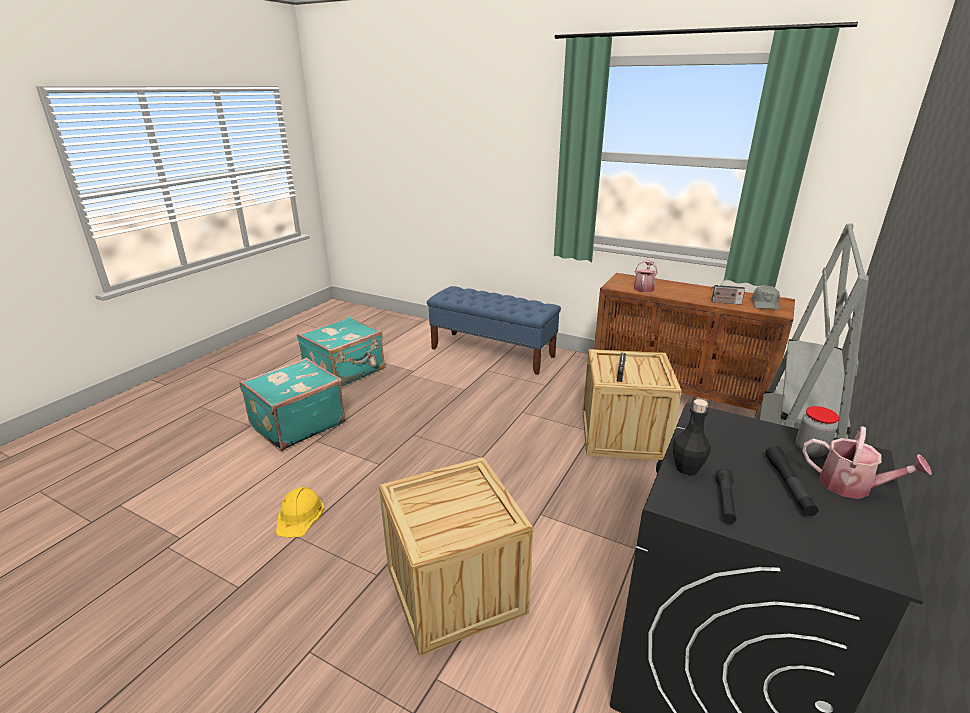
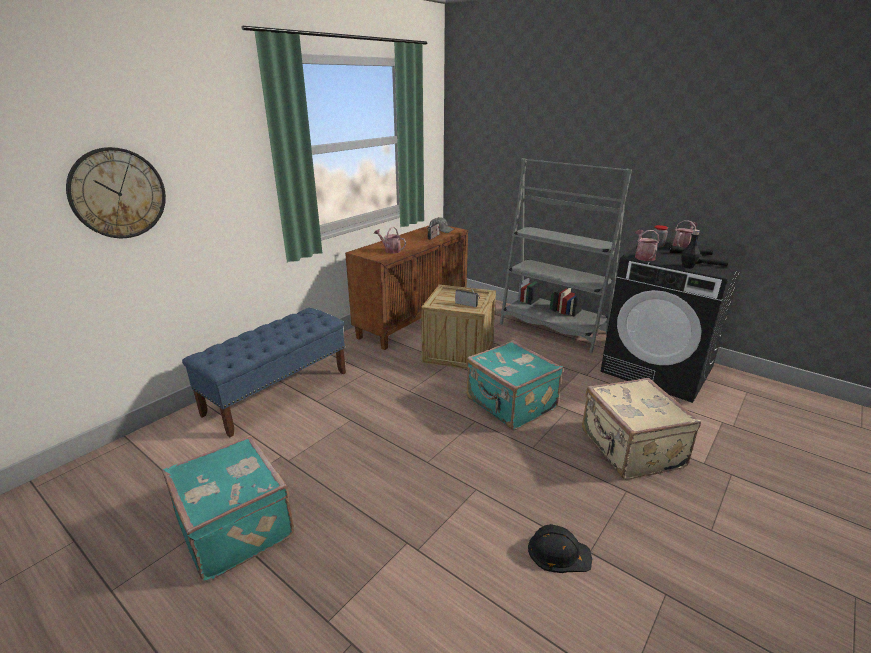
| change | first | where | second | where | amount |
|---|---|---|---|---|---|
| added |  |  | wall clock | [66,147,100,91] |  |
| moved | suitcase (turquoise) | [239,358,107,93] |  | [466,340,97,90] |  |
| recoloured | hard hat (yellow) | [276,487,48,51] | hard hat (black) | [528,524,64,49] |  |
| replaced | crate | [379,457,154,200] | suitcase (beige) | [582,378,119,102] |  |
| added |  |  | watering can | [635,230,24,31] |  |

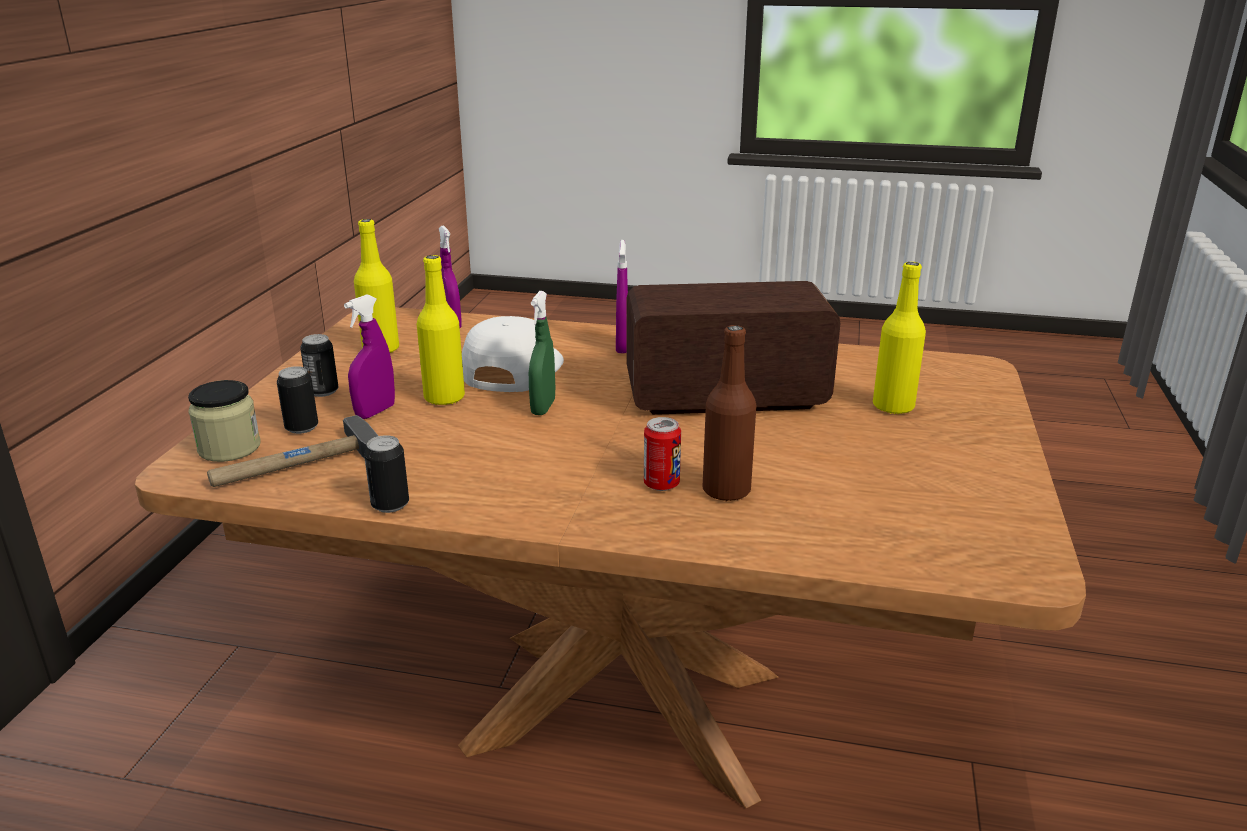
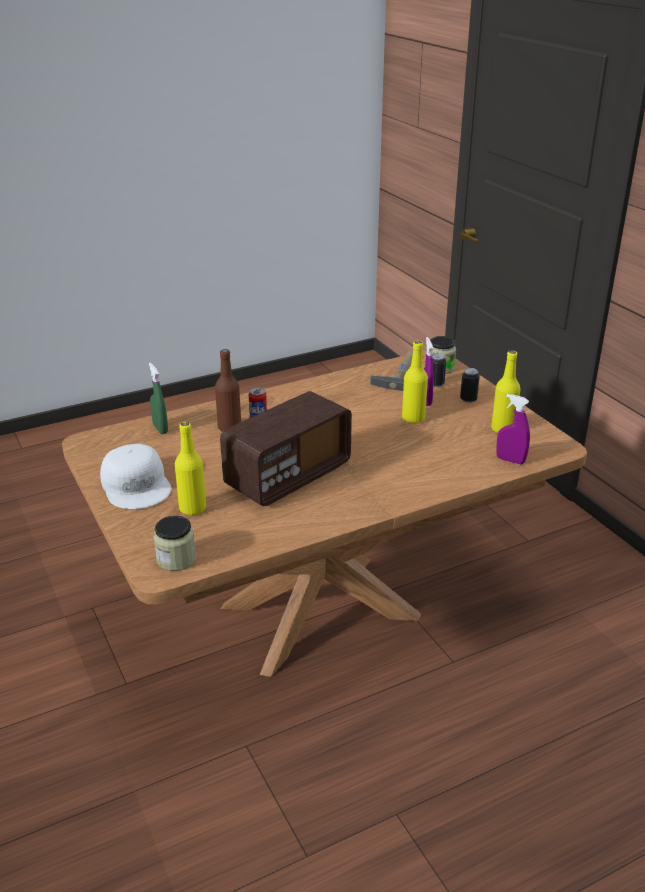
| change | first | where | second | where | amount |
|---|---|---|---|---|---|
| moved | cap (white) | [462,316,102,76] |  | [100,444,71,65] |  |
| moved | spray bottle (green) | [529,291,26,124] |  | [149,363,19,71] |  |
| added |  |  | jar | [153,516,43,55] |  |
| removed | can | [364,435,45,78] |  |  |  |
| removed | spray bottle (purple) | [616,240,12,113] |  |  |  |

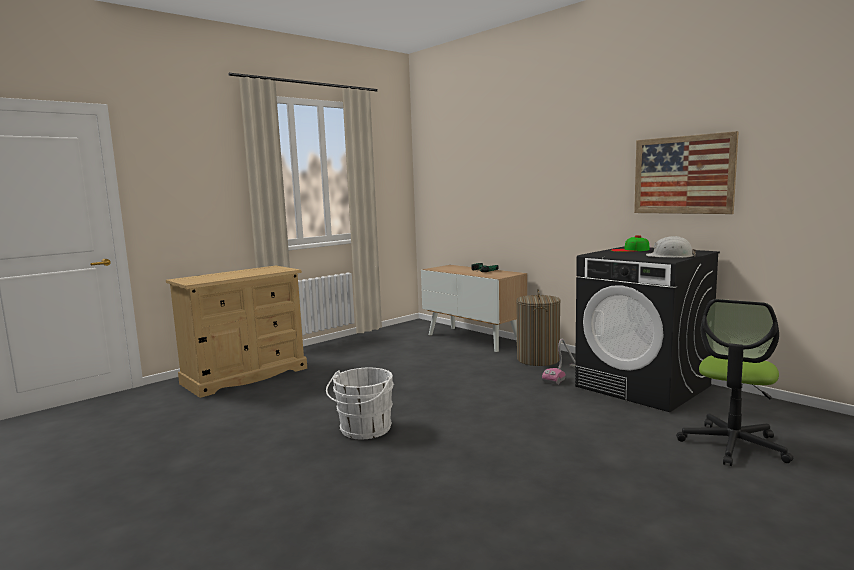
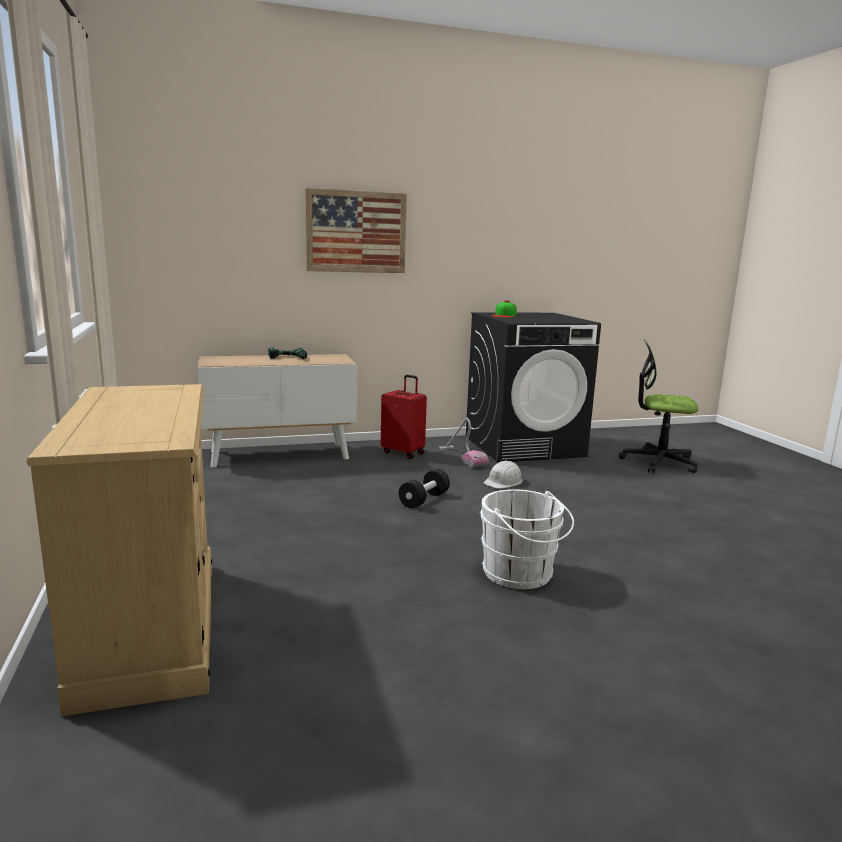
| change | first | where | second | where | amount |
|---|---|---|---|---|---|
| moved | picture | [634,131,105,83] |  | [305,188,102,85] |  |
| replaced | laundry basket | [516,289,45,77] | suitcase (red) | [381,375,46,84] |  |
| added |  |  | dumbbell (black) | [399,469,51,40] |  |
| moved | hard hat (white) | [646,236,50,22] |  | [484,460,39,29] |  |
| turned | office chair | [676,299,117,167] |  | [619,339,79,134] | 135 degrees clockwise |

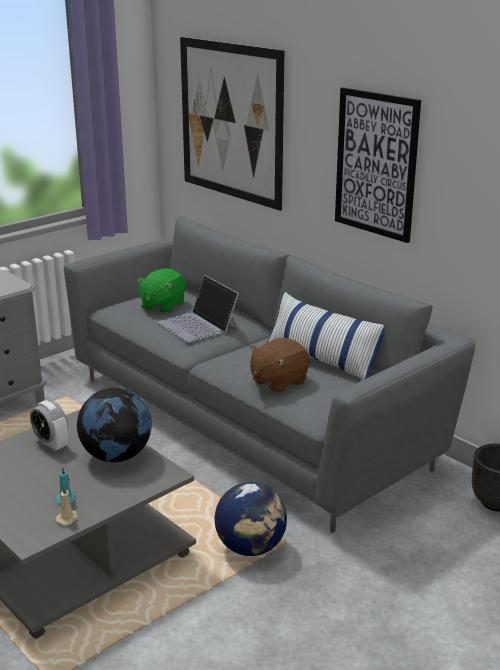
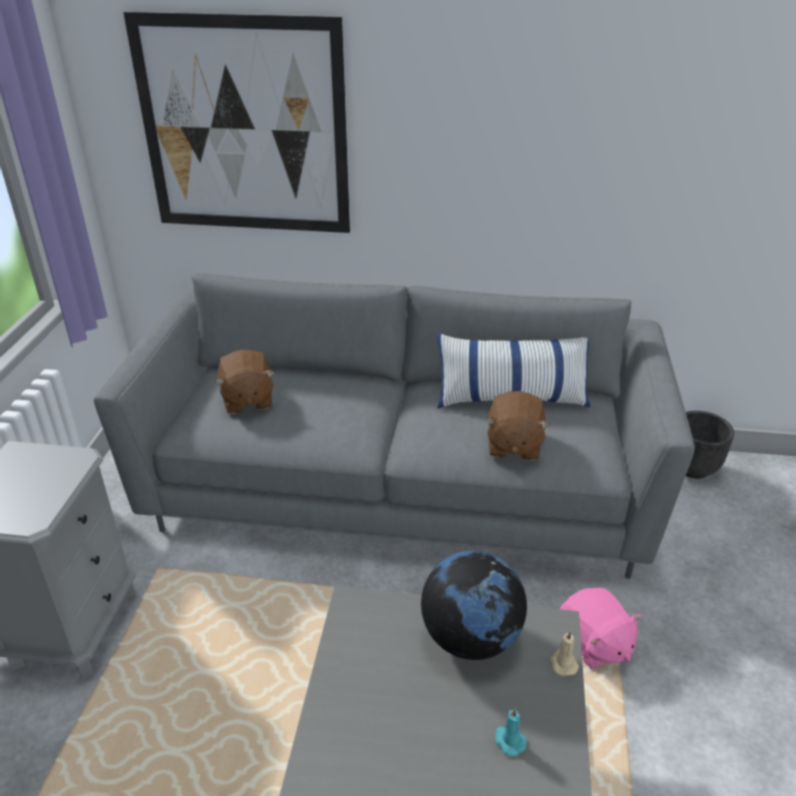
| change | first | where | second | where | amount |
|---|---|---|---|---|---|
| recoloured | plush toy (green) | [136,268,50,45] | plush toy (brown) | [215,350,60,64] |  |
| moved | candle (beige) | [56,486,22,40] |  | [550,631,29,45] |  |
| replaced | globe | [215,482,72,74] | plush toy (pink) | [560,588,82,81] |  |
| removed | alarm clock | [30,400,38,52] |  |  |  |
| removed | laptop | [158,275,81,68] |  |  |  |
| removed | picture | [335,87,86,156] |  |  |  |

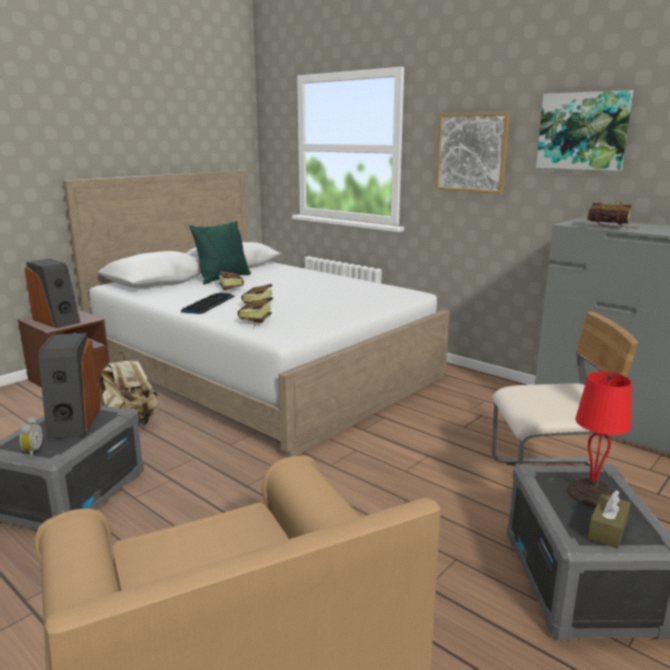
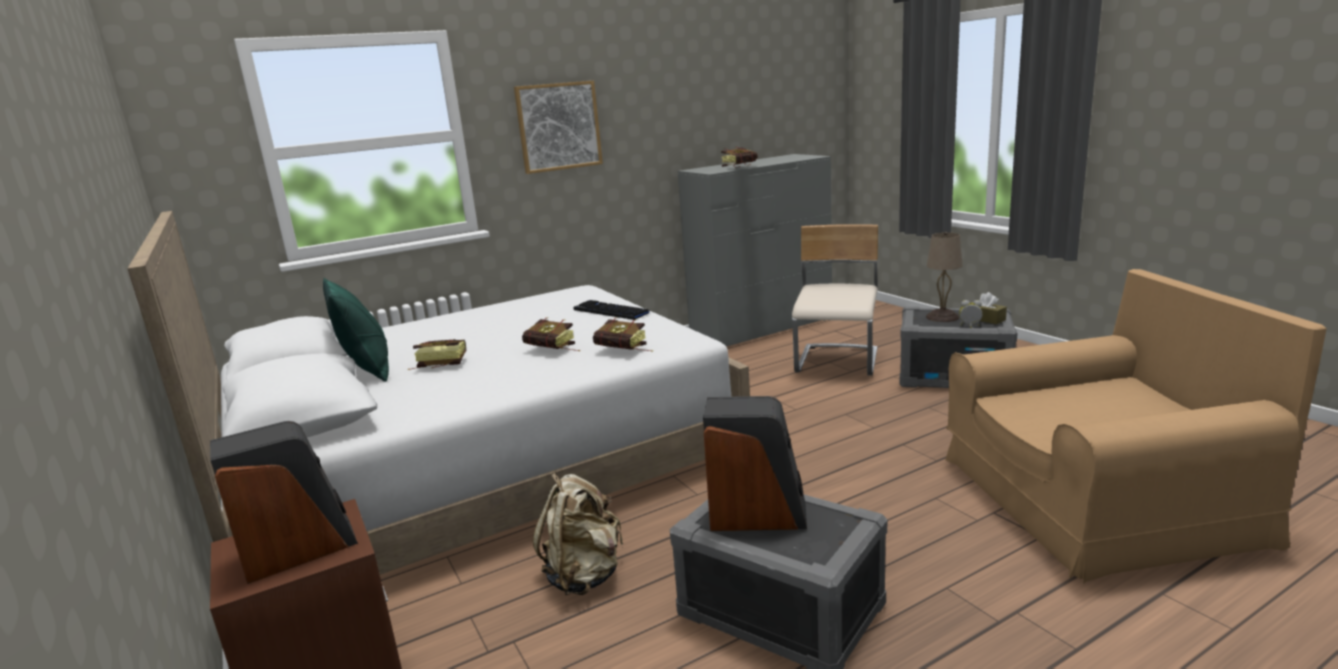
| change | first | where | second | where | amount |
|---|---|---|---|---|---|
| moved | keyboard | [181,293,54,21] |  | [574,300,75,20] |  |
| recoloured | table lamp (red) | [567,372,65,135] | table lamp (beige) | [926,232,37,90] |  |
| moved | alarm clock | [19,417,24,40] |  | [959,300,24,28] |  |
| removed | picture | [536,90,98,81] |  |  |  |

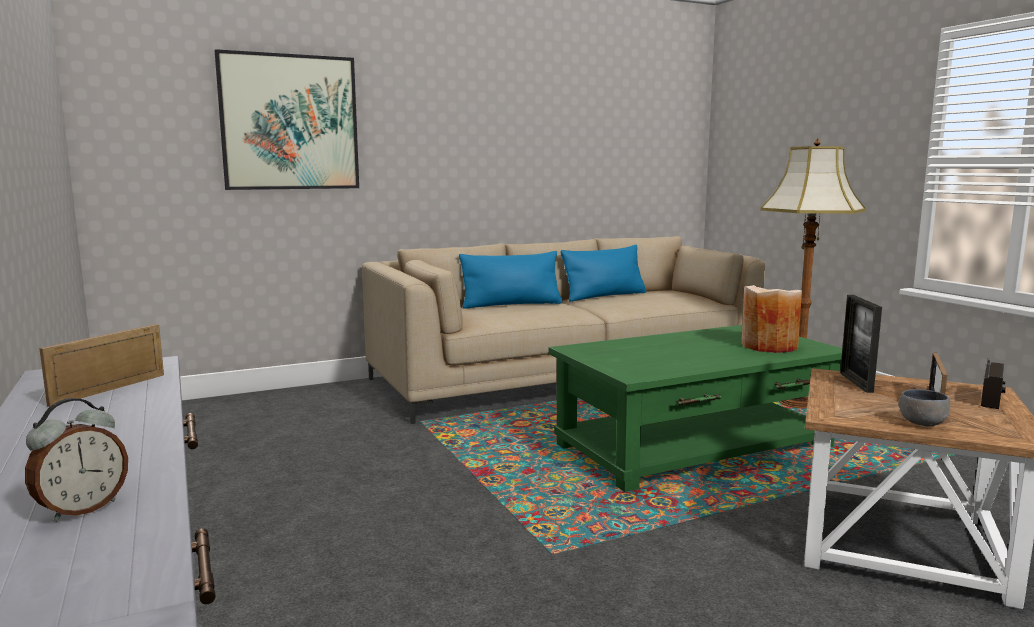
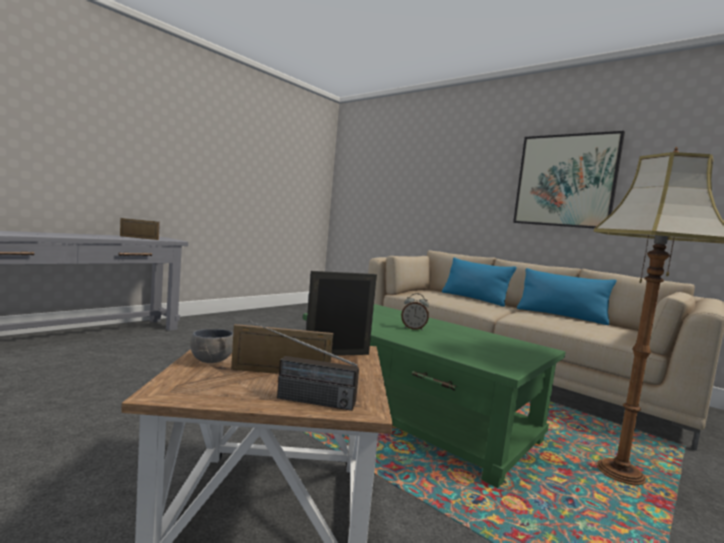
| change | first | where | second | where | amount |
|---|---|---|---|---|---|
| moved | alarm clock | [25,398,103,124] |  | [401,293,28,37] |  |
| moved | picture | [215,49,144,141] |  | [513,131,112,97] |  |
| removed | vase (beige) | [741,285,61,68] |  |  |  |

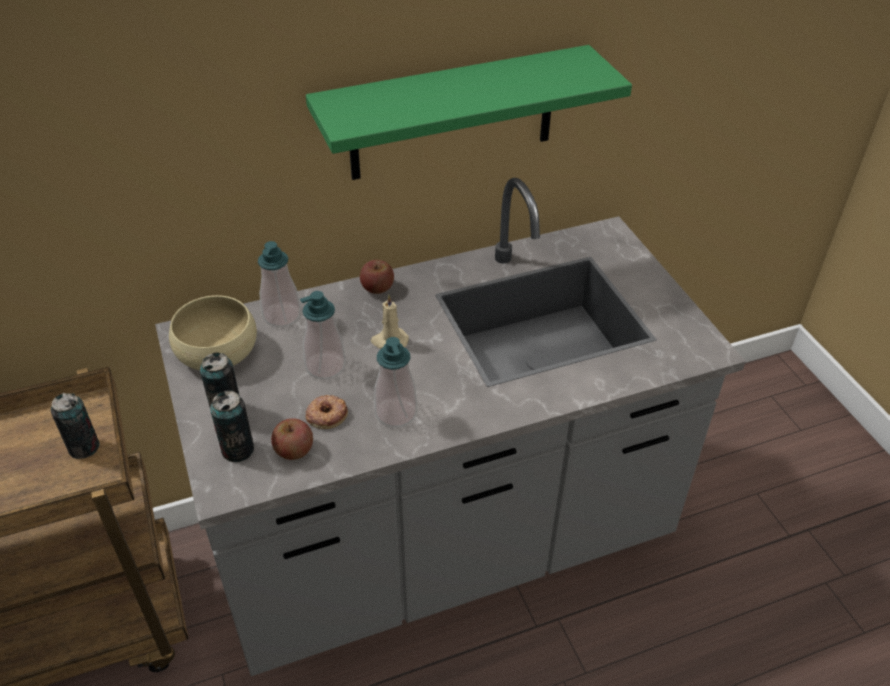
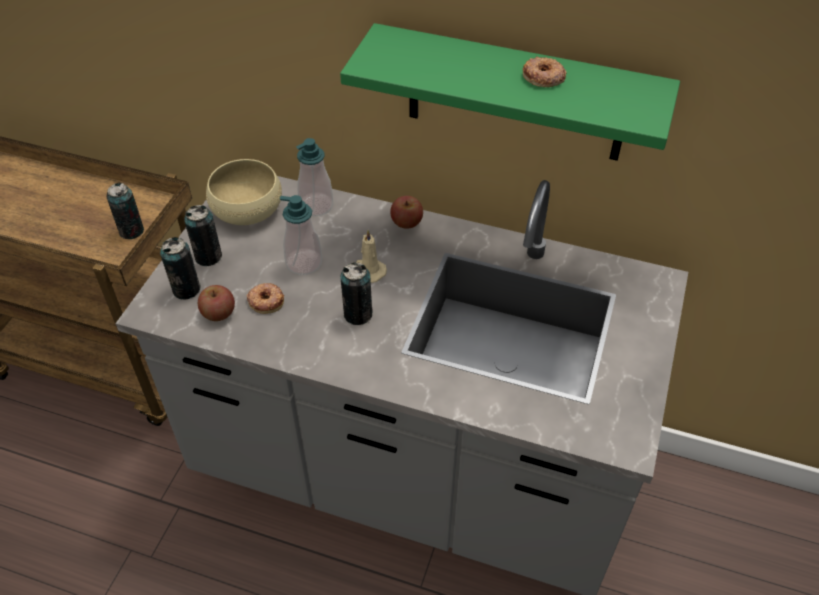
| change | first | where | second | where | amount |
|---|---|---|---|---|---|
| added |  |  | can | [340,262,32,63] |  |
| added |  |  | donut | [523,56,44,31] |  |
| removed | soap dispenser | [374,337,43,90] |  |  |  |

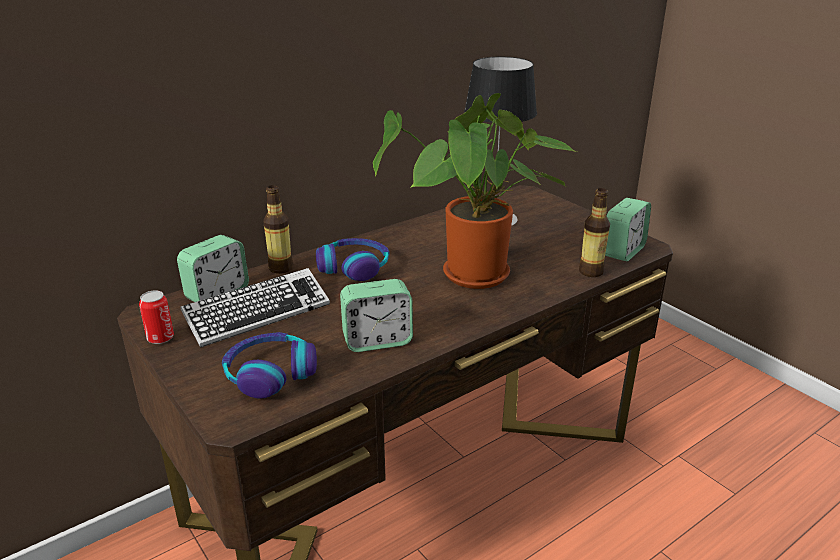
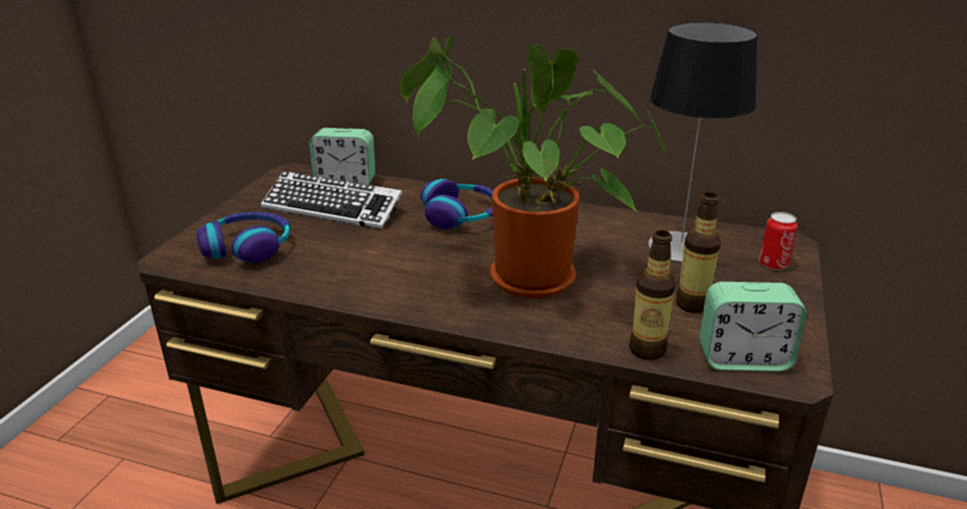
| change | first | where | second | where | amount |
|---|---|---|---|---|---|
| moved | bottle | [263,185,30,89] |  | [676,192,45,121] |  |
| moved | can | [139,290,35,54] |  | [759,212,38,58] |  |
| removed | alarm clock | [340,279,73,73] |  |  |  |

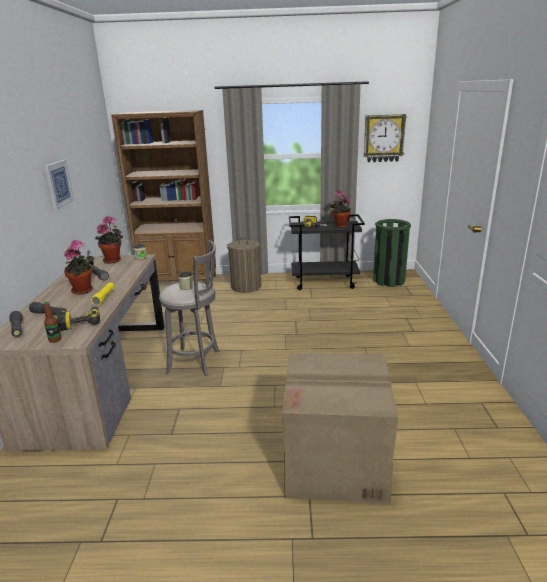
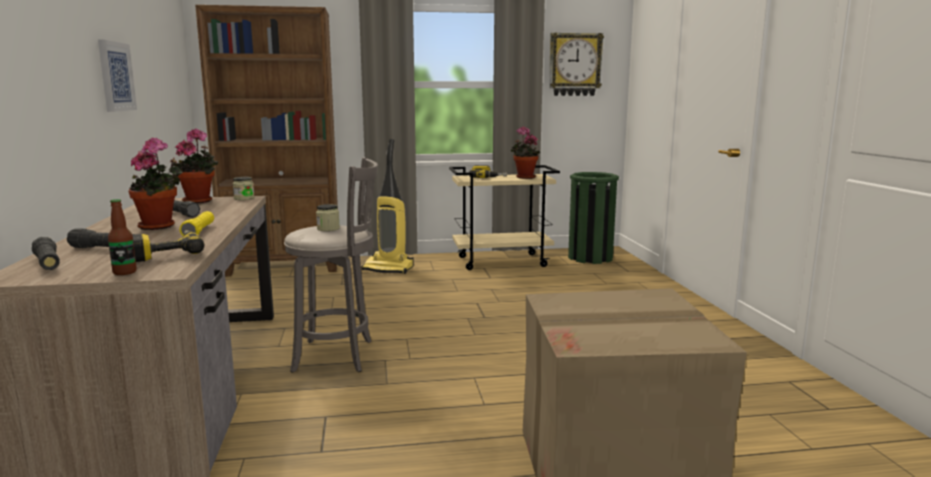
| change | first | where | second | where | amount |
|---|---|---|---|---|---|
| replaced | laundry basket | [227,237,35,56] | vacuum cleaner | [362,139,52,135] |  |
| recoloured | cart (black) | [289,214,76,76] | cart (beige) | [449,165,111,105] |  |

